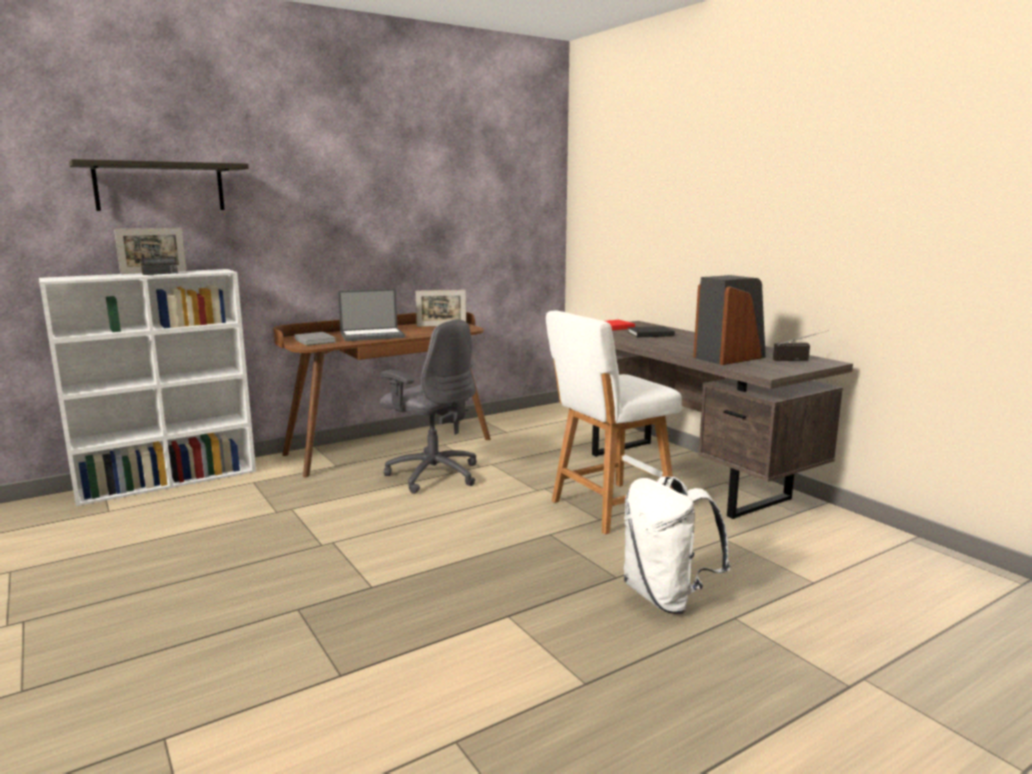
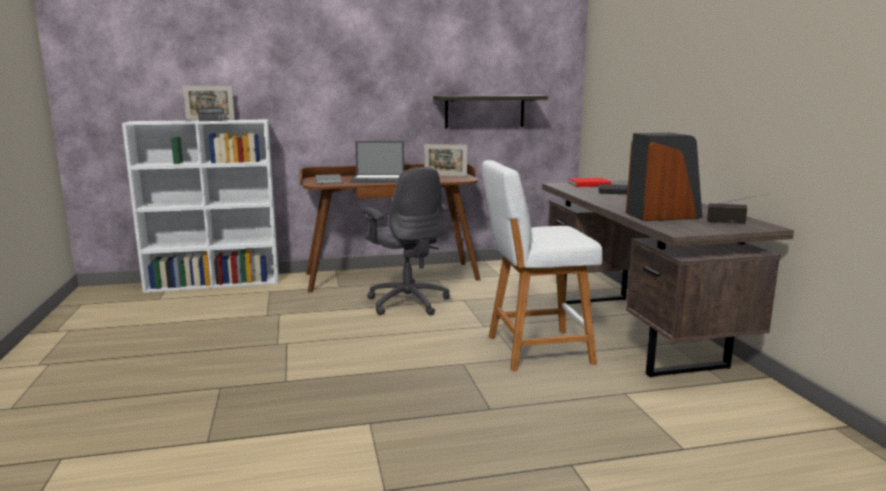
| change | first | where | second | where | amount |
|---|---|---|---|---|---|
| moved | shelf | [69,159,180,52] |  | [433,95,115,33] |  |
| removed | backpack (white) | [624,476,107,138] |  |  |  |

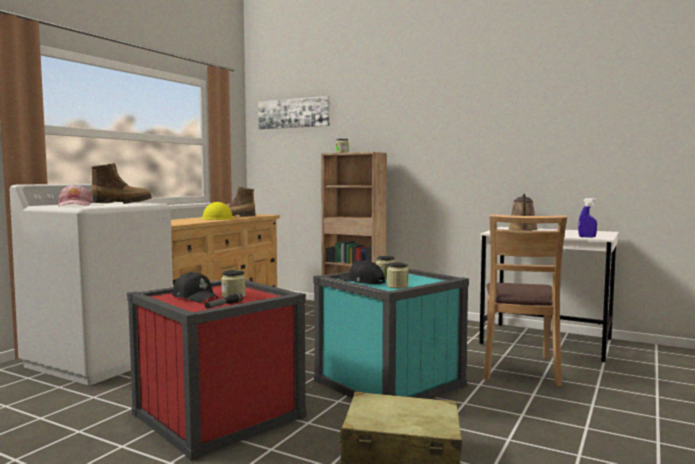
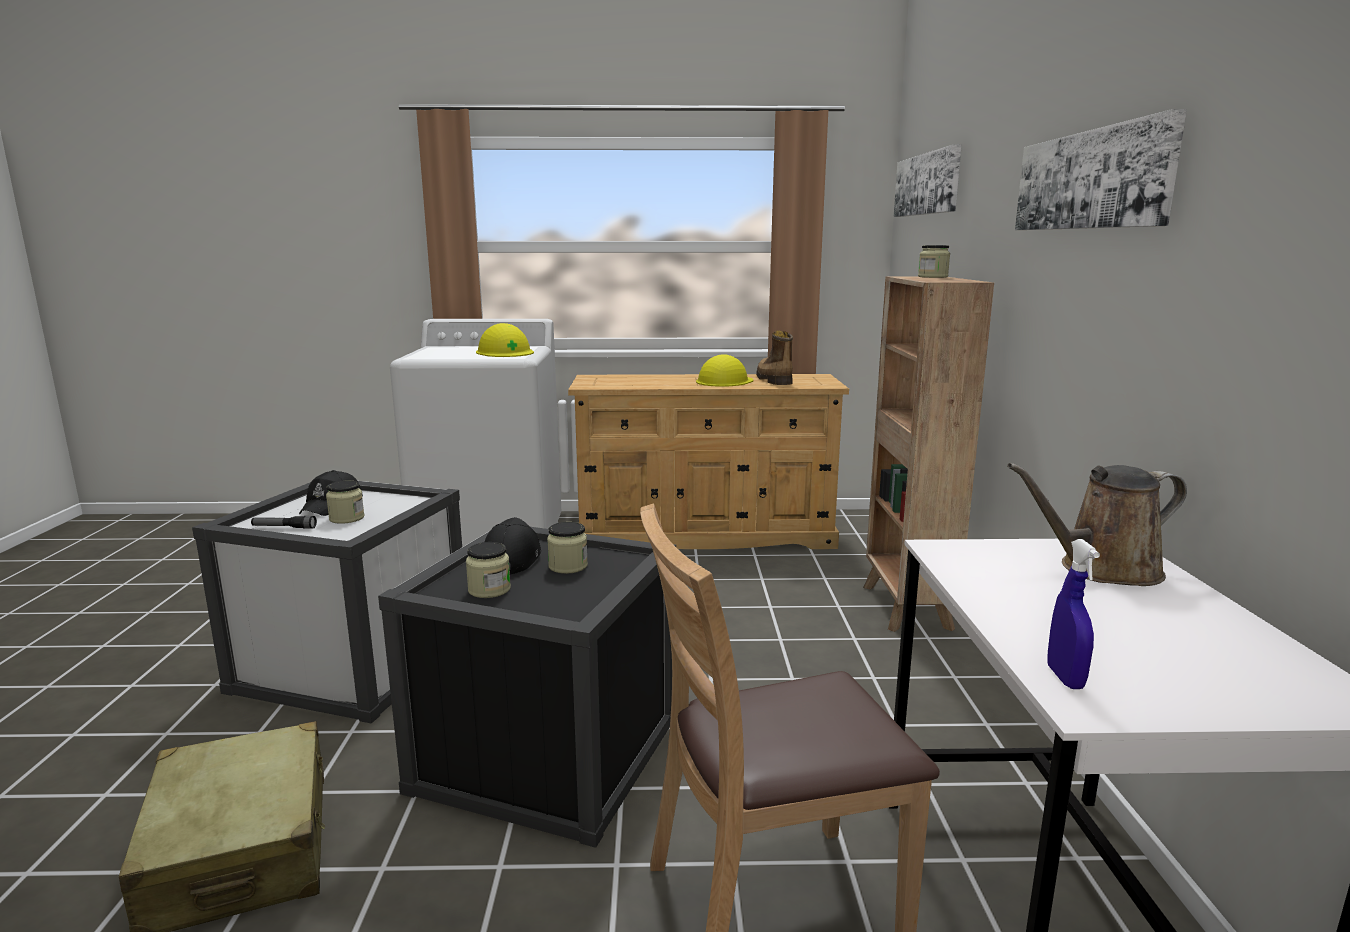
| change | first | where | second | where | amount |
|---|---|---|---|---|---|
| recoloured | storage box (red) | [127,280,180,181] | storage box (white) | [192,481,270,242] |  |
| recoloured | storage box (turquoise) | [313,269,156,130] | storage box (black) | [378,522,298,326] |  |
| replaced | boot | [91,163,61,41] | hard hat (yellow) | [476,323,58,34] |  |
| added |  |  | picture | [1015,109,172,121] |  |
| removed | cap (pink) | [57,185,36,21] |  |  |  |

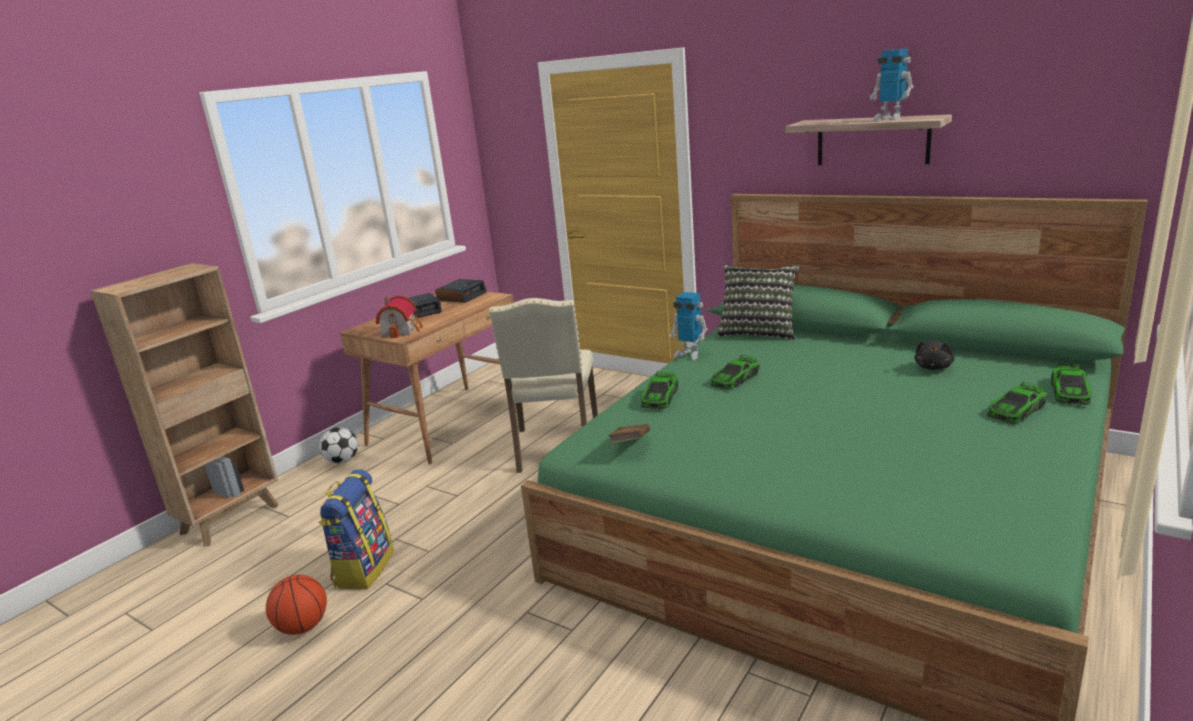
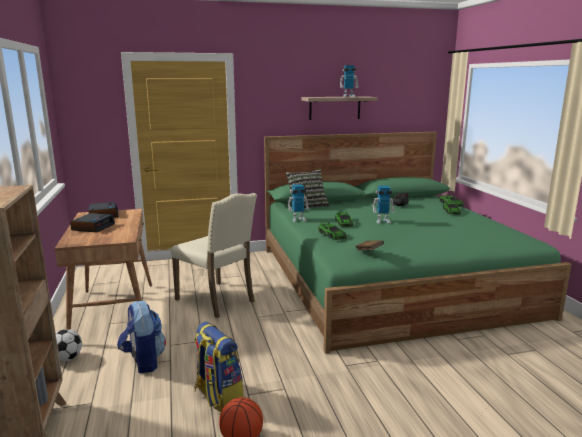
| change | first | where | second | where | amount |
|---|---|---|---|---|---|
| added |  |  | backpack | [117,301,49,72] |  |
| added |  |  | toy robot | [372,186,23,38] |  |
| removed | toy house | [376,296,47,43] |  |  |  |

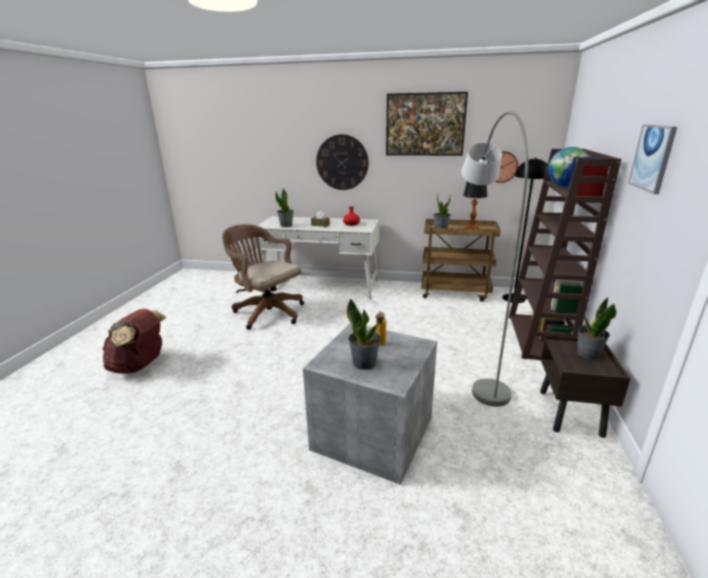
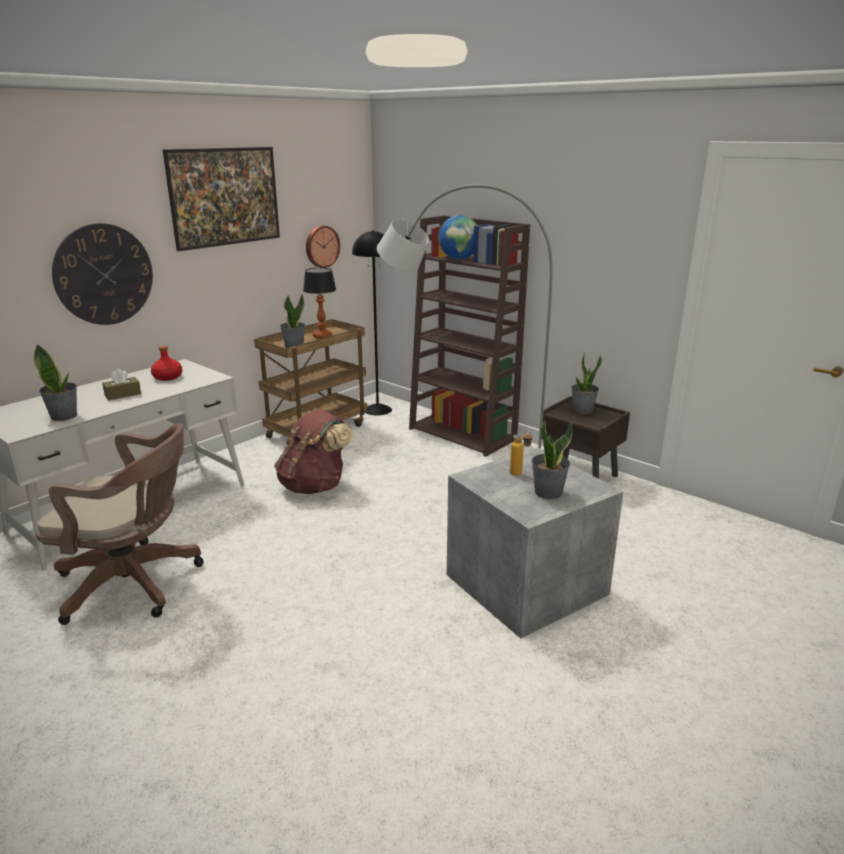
| change | first | where | second | where | amount |
|---|---|---|---|---|---|
| turned | office chair (brown) | [222,224,82,106] |  | [36,423,168,202] | 150 degrees counterclockwise |
| moved | backpack (brown) | [102,309,65,65] |  | [274,409,80,85] |  |
| removed | picture | [628,125,49,69] |  |  |  |

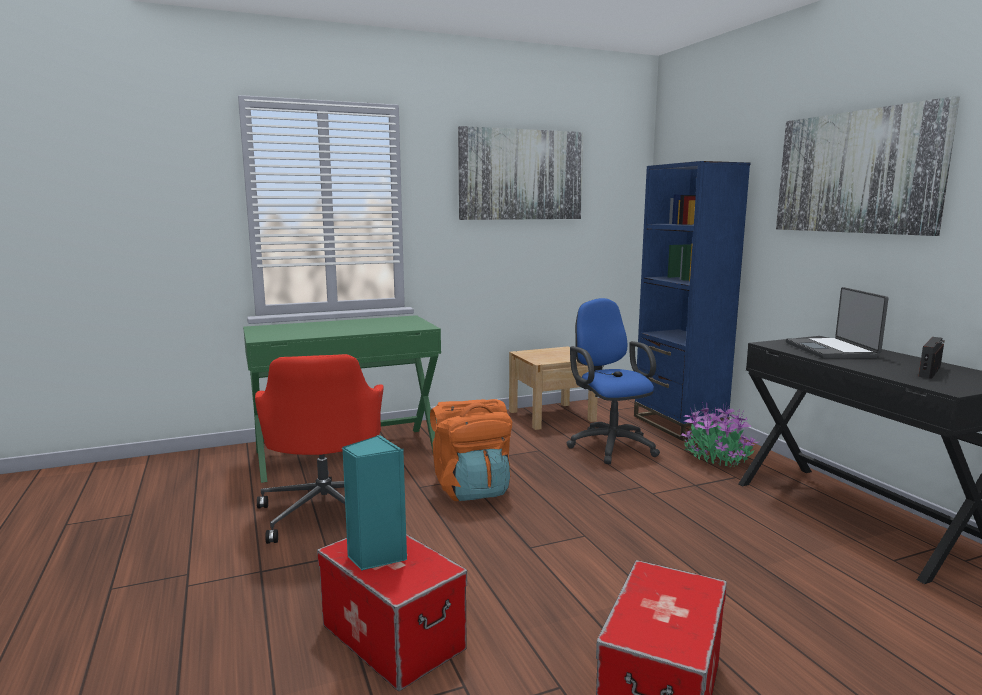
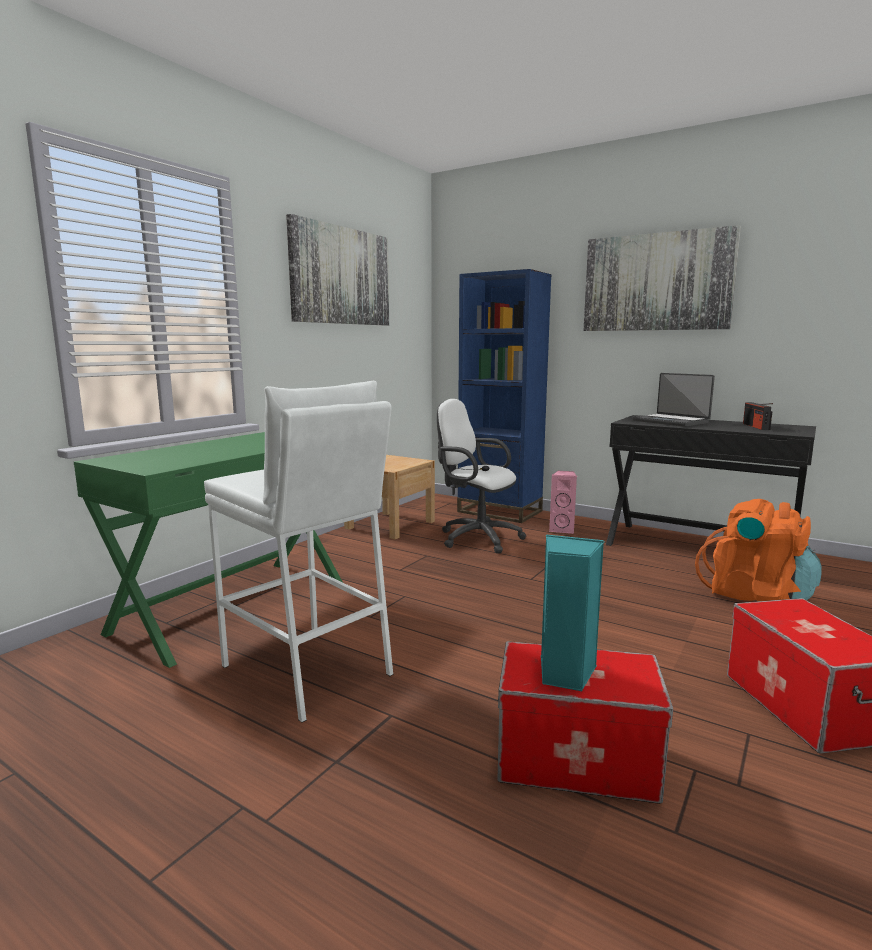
| change | first | where | second | where | amount |
|---|---|---|---|---|---|
| replaced | office chair (red) | [255,354,129,190] | stool (white) | [204,381,190,342] |  |
| recoloured | office chair (blue) | [567,298,93,166] | office chair (white) | [437,399,89,154] |  |
| replaced | potted plant | [681,402,77,64] | speaker (pink) | [549,471,28,63] |  |
| moved | backpack (orange) | [430,399,82,102] |  | [695,499,127,102] |  |

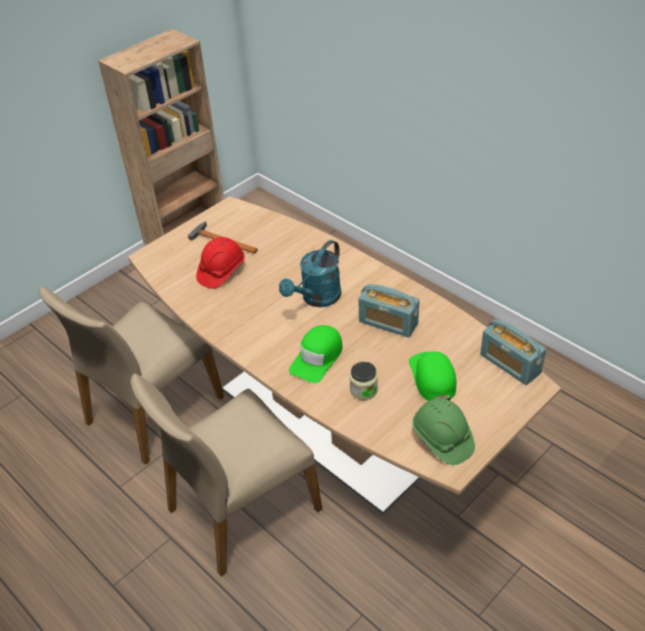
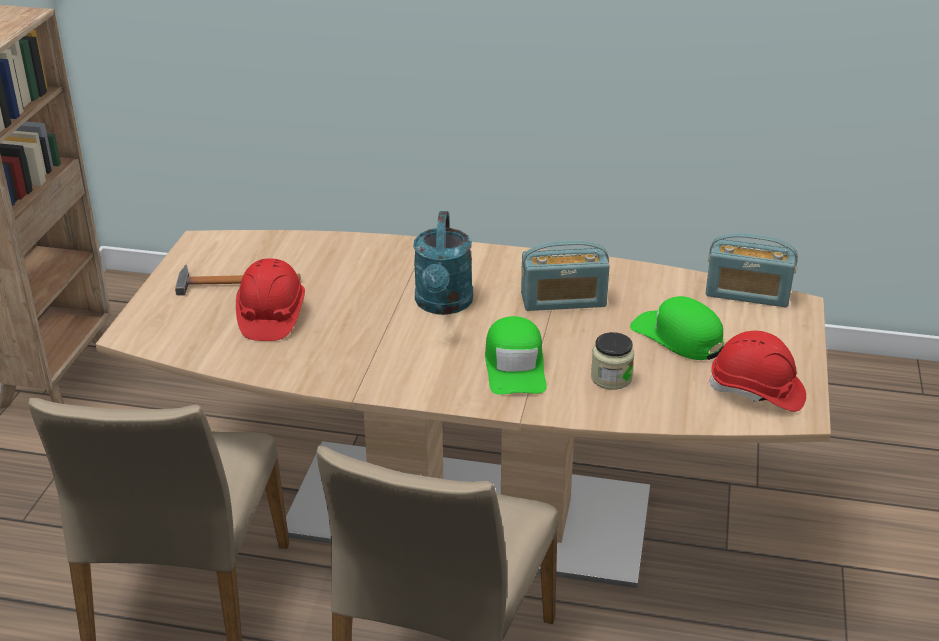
| change | first | where | second | where | amount |
|---|---|---|---|---|---|
| recoloured | hard hat (green) | [412,398,63,67] | hard hat (red) | [708,331,98,81] |  |

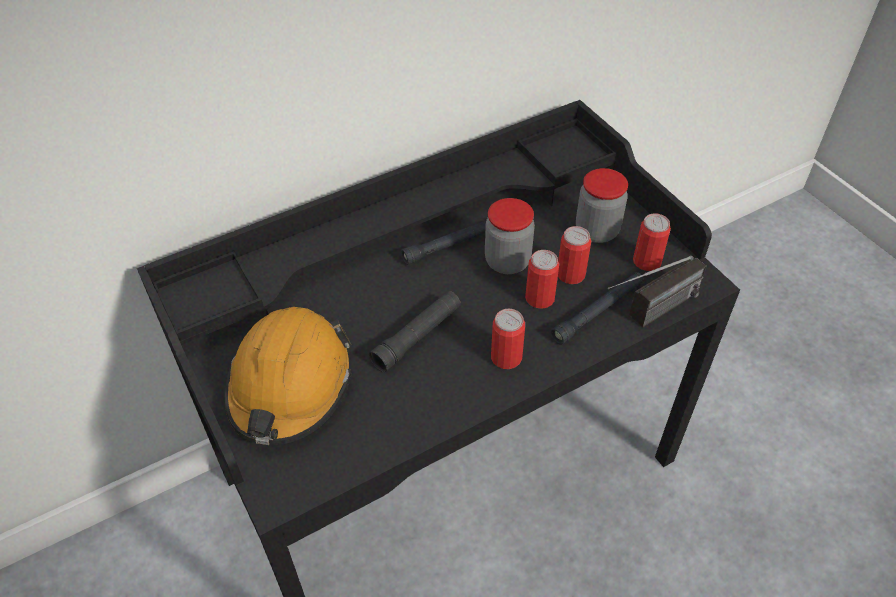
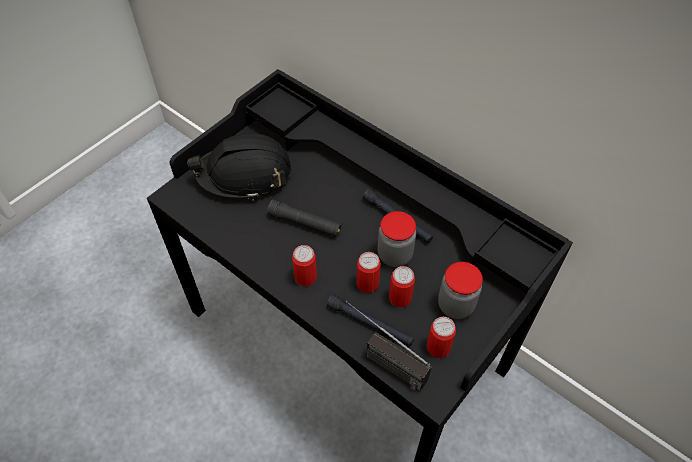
| change | first | where | second | where | amount |
|---|---|---|---|---|---|
| recoloured | hard hat (orange) | [225,307,127,138] | hard hat (black) | [187,133,105,68] |  |

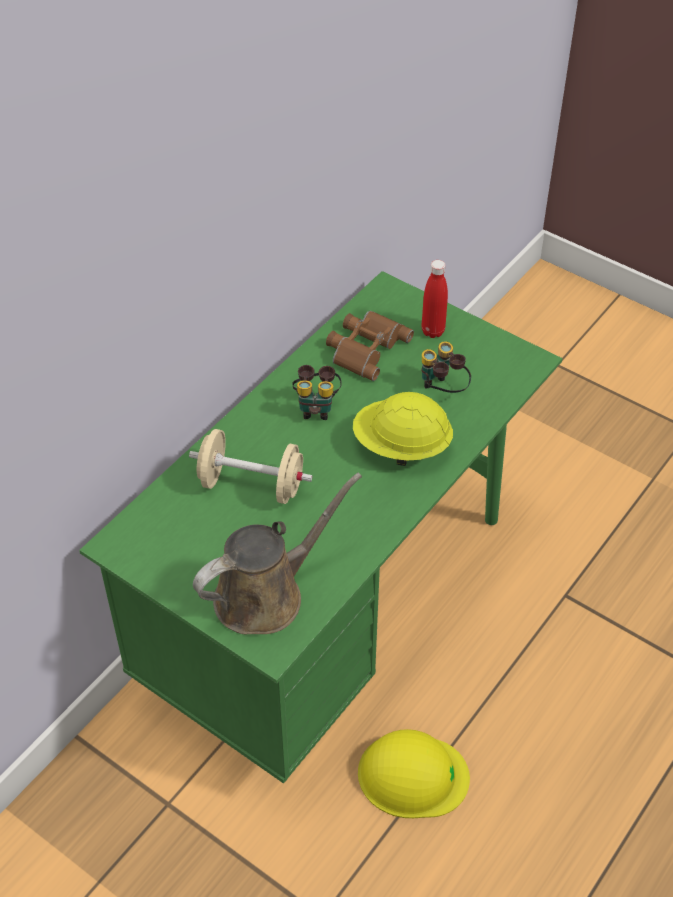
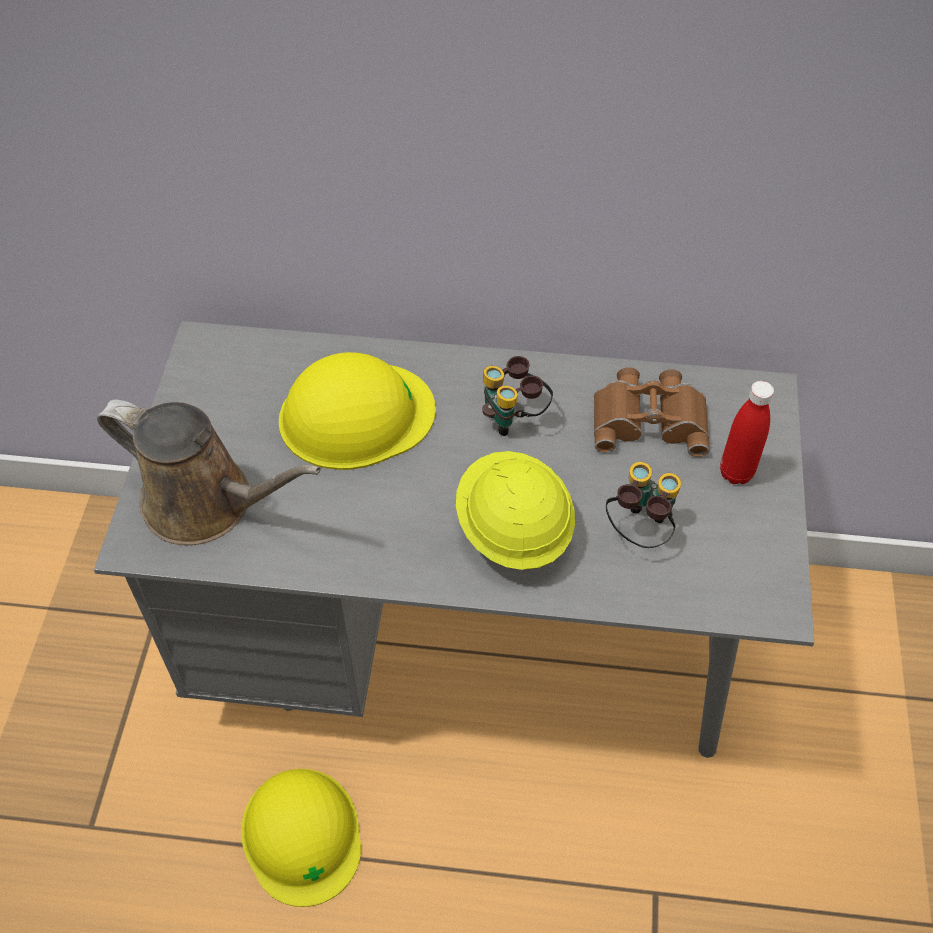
| change | first | where | second | where | amount |
|---|---|---|---|---|---|
| recoloured | desk (green) | [79,271,483,512] | desk (grey) | [94,321,720,437] |  |
| replaced | dumbbell (beige) | [189,429,124,75] | hard hat (yellow) | [279,352,157,118] |  |

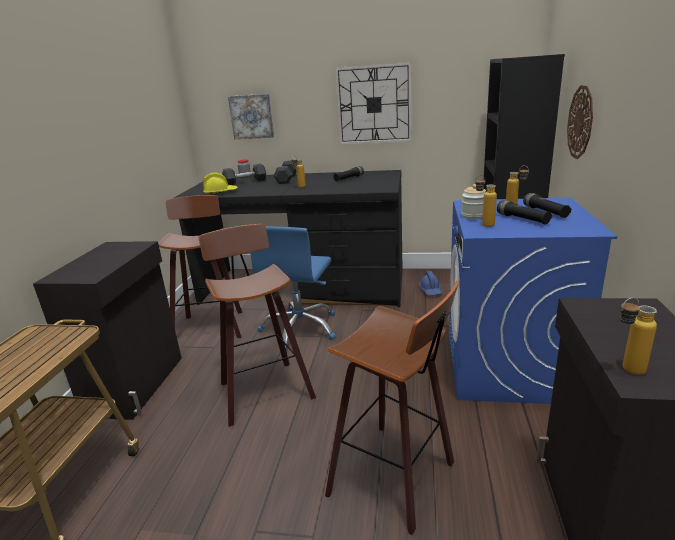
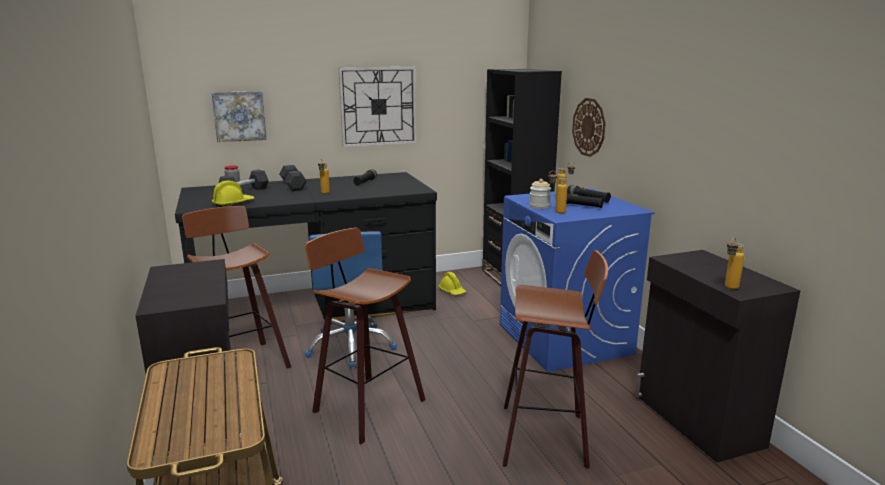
| change | first | where | second | where | amount |
|---|---|---|---|---|---|
| recoloured | hard hat (blue) | [419,271,23,24] | hard hat (yellow) | [438,272,29,23] |  |

